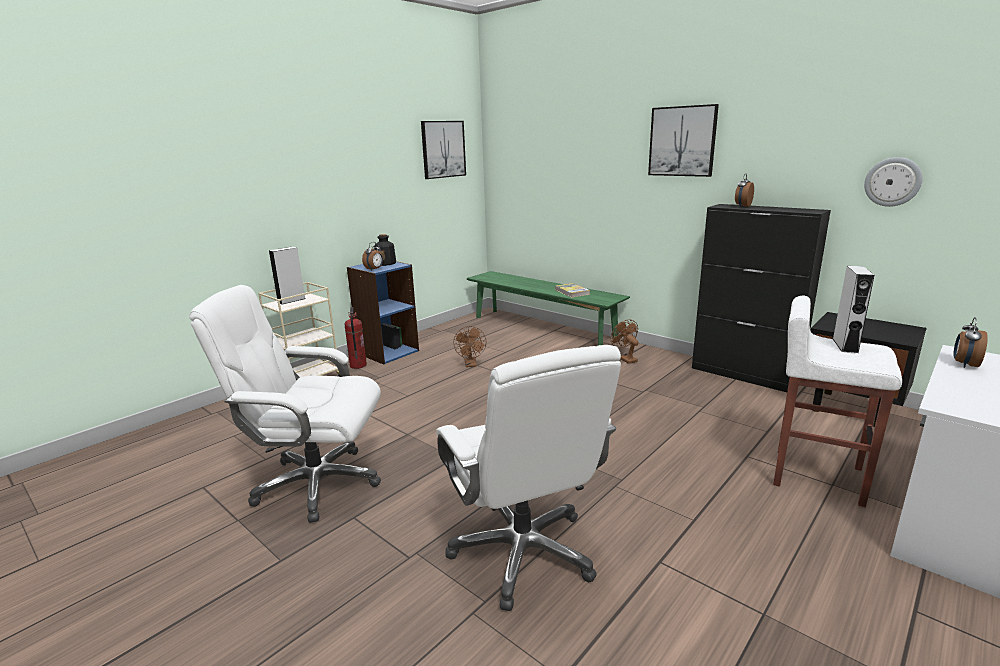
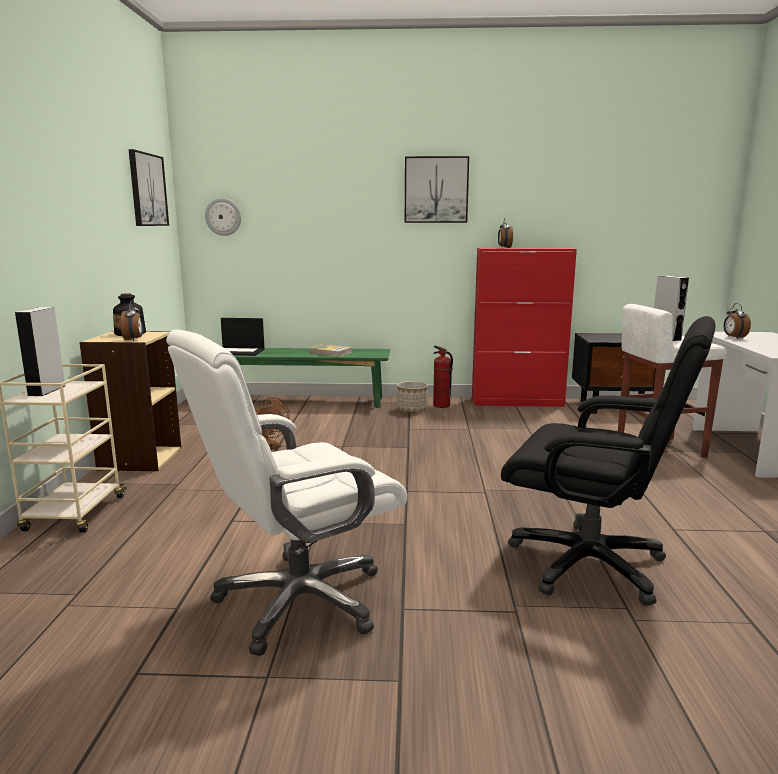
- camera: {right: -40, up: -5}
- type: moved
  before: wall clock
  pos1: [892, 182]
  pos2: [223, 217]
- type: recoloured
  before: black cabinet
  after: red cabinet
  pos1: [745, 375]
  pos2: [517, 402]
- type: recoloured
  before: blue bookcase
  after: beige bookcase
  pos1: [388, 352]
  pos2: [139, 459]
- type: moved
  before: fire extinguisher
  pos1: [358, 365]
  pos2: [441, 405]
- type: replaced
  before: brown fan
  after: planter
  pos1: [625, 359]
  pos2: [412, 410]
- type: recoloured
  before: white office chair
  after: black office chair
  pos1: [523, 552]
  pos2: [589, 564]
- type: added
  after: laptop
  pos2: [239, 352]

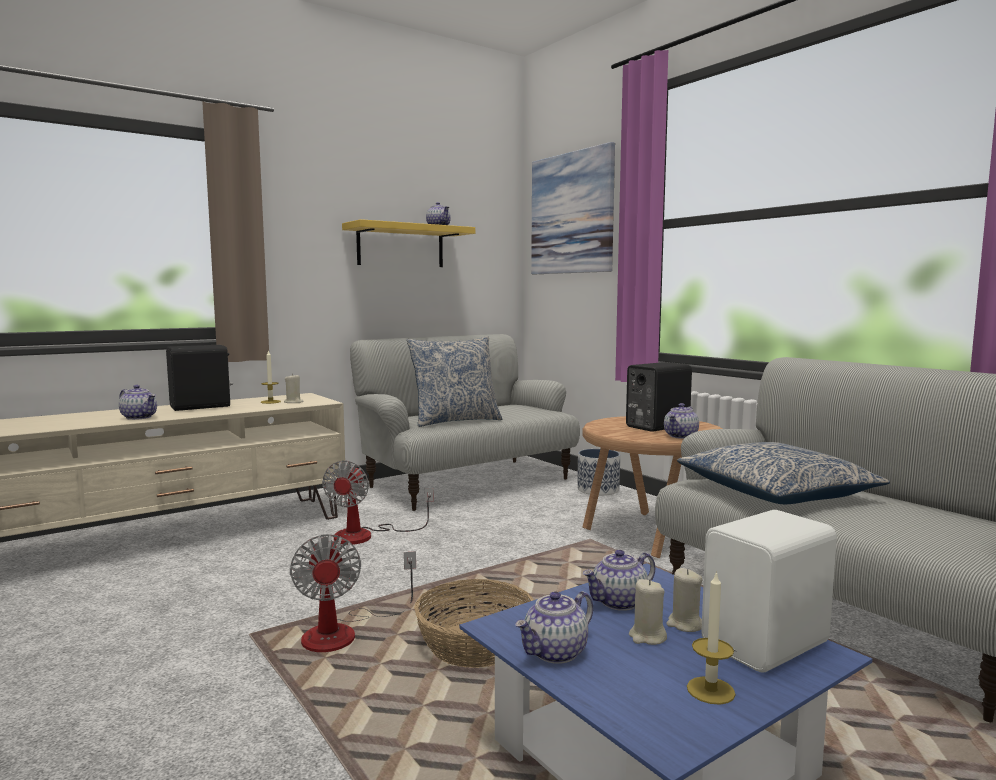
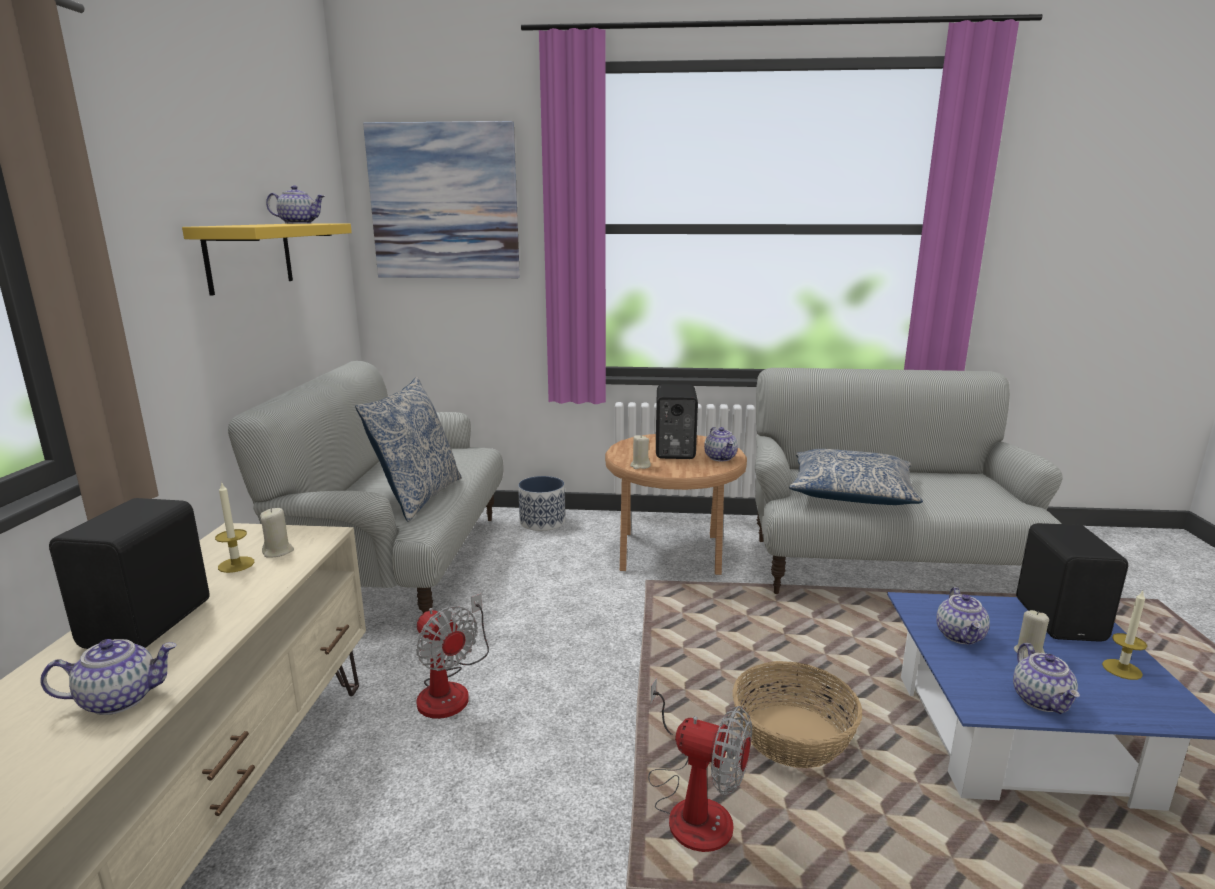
- camera: {right: -50, up: 10}
- type: recoloured
  before: white speaker
  after: black speaker
  pos1: [769, 645]
  pos2: [1061, 619]
- type: moved
  before: beige candle
  pos1: [684, 624]
  pos2: [640, 466]

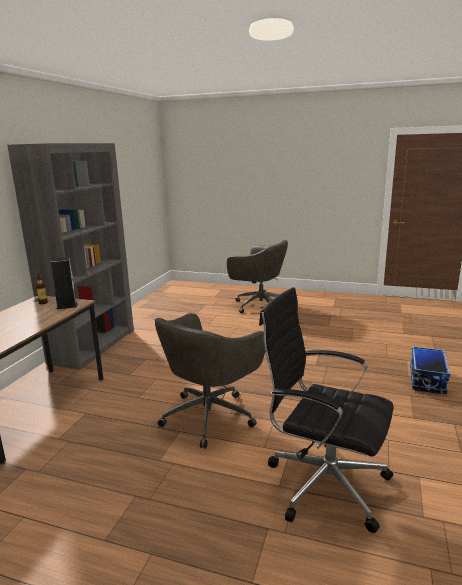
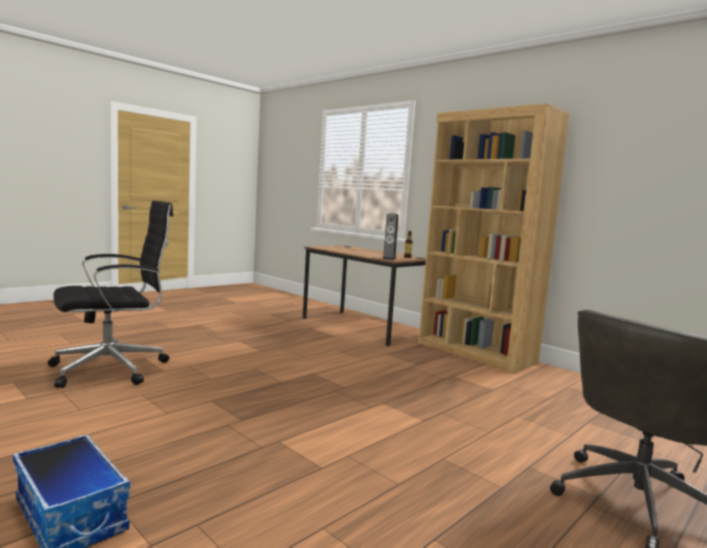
- camera: {right: 115, up: -10}
- type: recoloured
  before: grey bookcase
  after: brown bookcase
  pos1: [93, 346]
  pos2: [475, 353]
- type: removed
  before: grey office chair
  pos1: [210, 415]

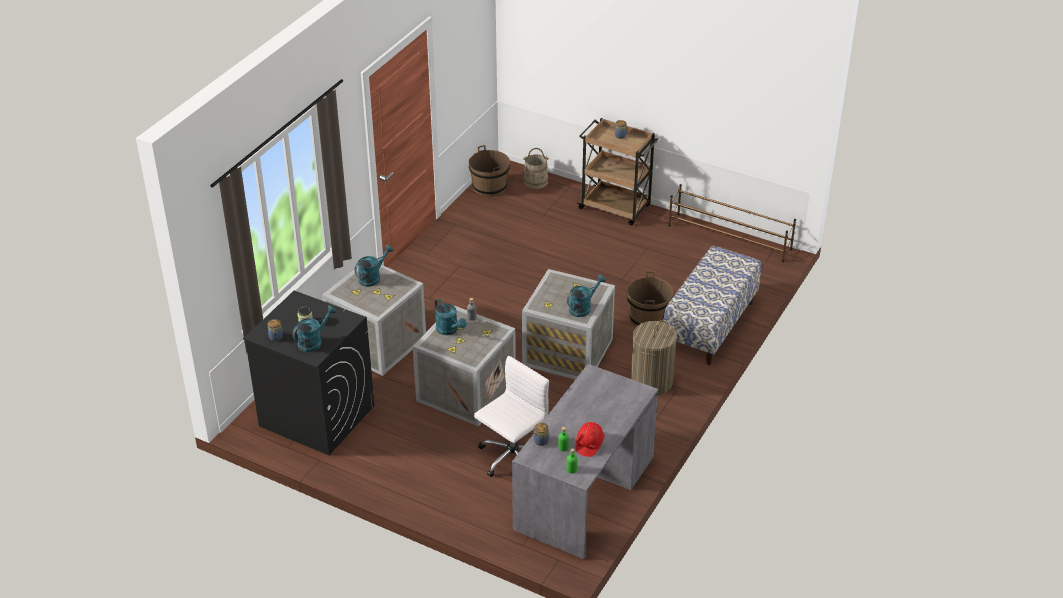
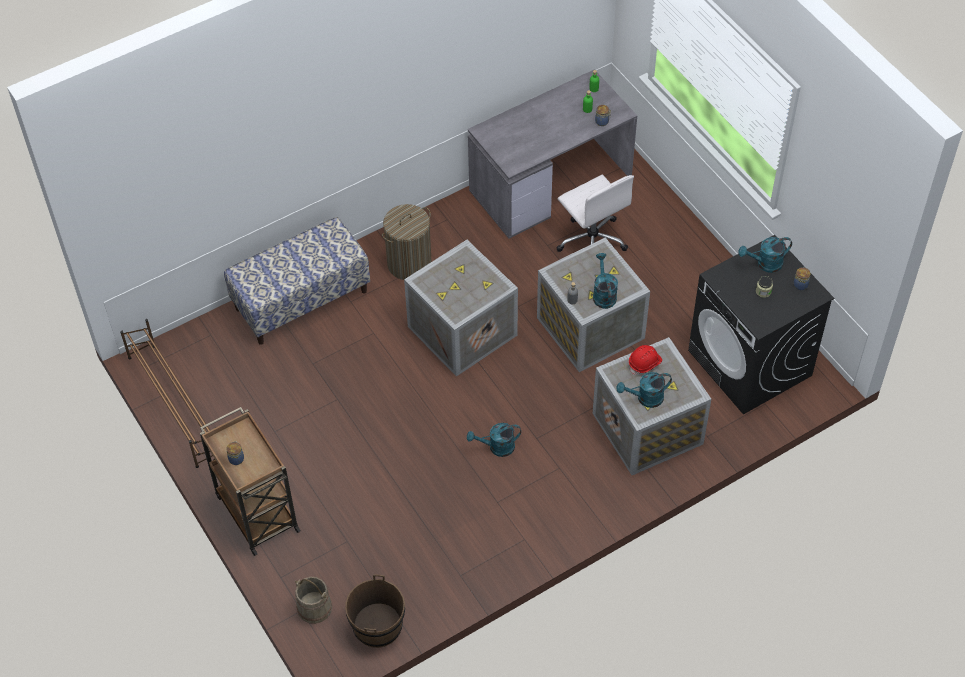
- camera: {right: -150, up: 15}
- type: removed
  before: brown bucket
  pos1: [648, 317]
- type: moved
  before: turquoise watering can
  pos1: [583, 308]
  pos2: [497, 447]
- type: turned
  before: white office chair
  pos1: [511, 458]
  pos2: [591, 240]
  turn: -105
- type: moved
  before: red hard hat
  pos1: [589, 444]
  pos2: [645, 363]

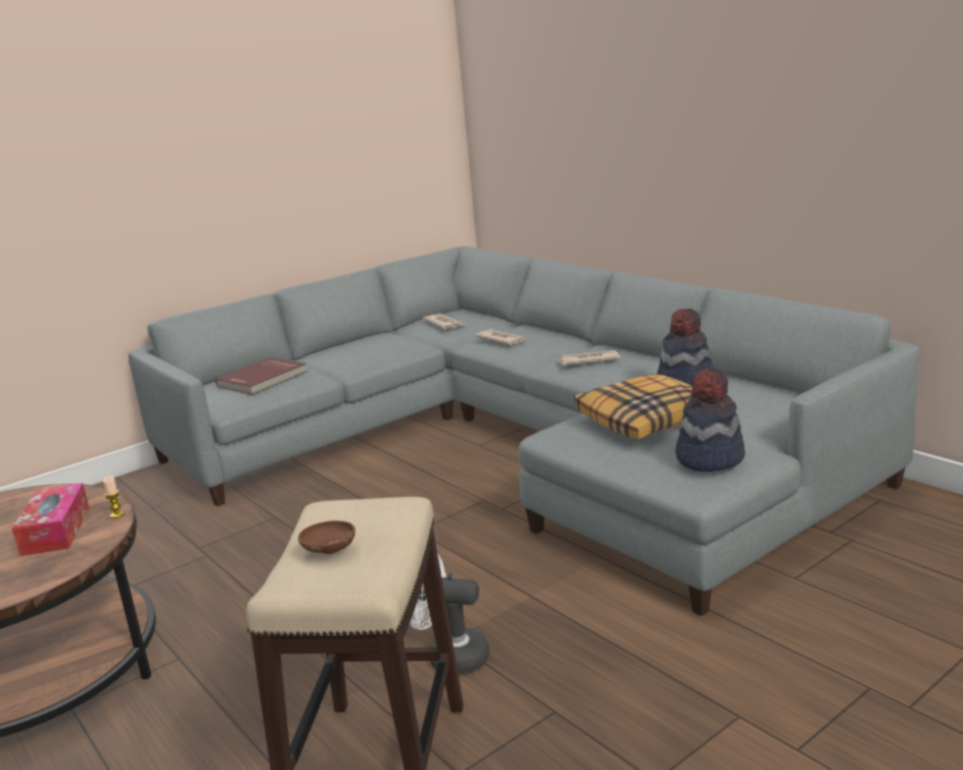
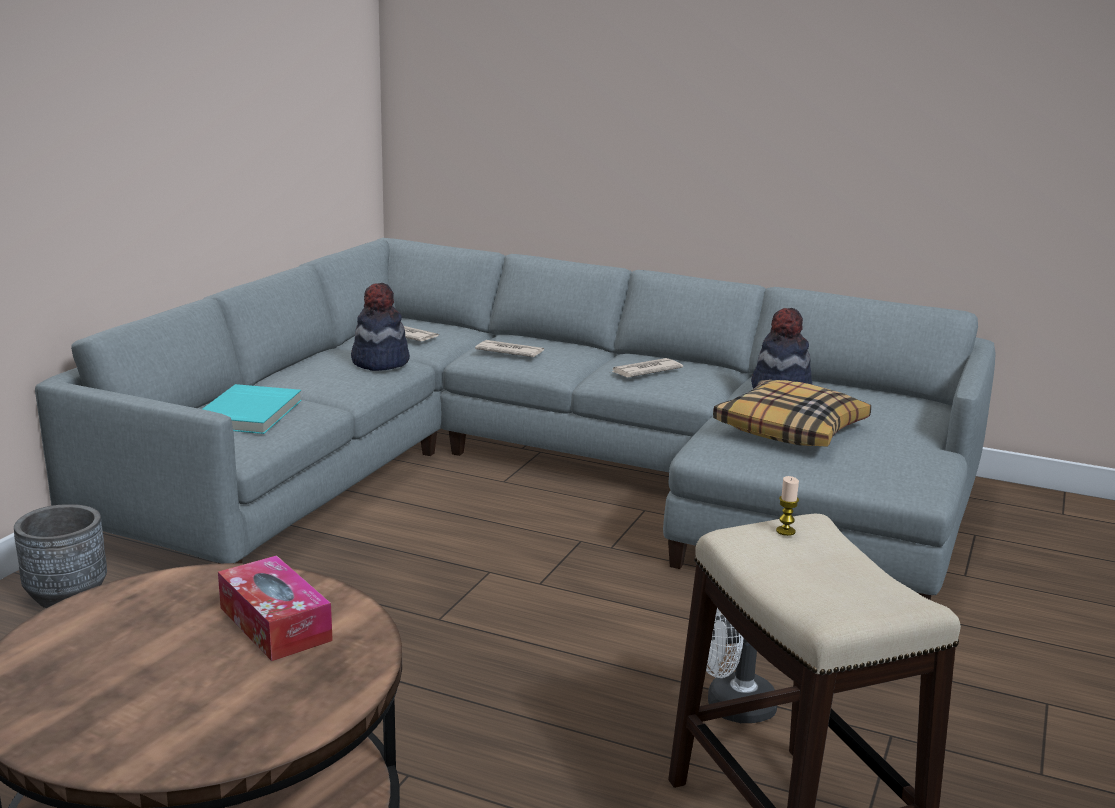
- camera: {right: -30, up: 0}
- type: recoloured
  before: red book
  after: turquoise book
  pos1: [263, 379]
  pos2: [250, 413]
- type: moved
  before: hat
  pos1: [709, 458]
  pos2: [379, 362]
- type: moved
  before: candle
  pos1: [117, 515]
  pos2: [785, 531]
- type: removed
  before: brown bowl
  pos1: [329, 550]
- type: added
  after: grey planter
  pos2: [67, 596]

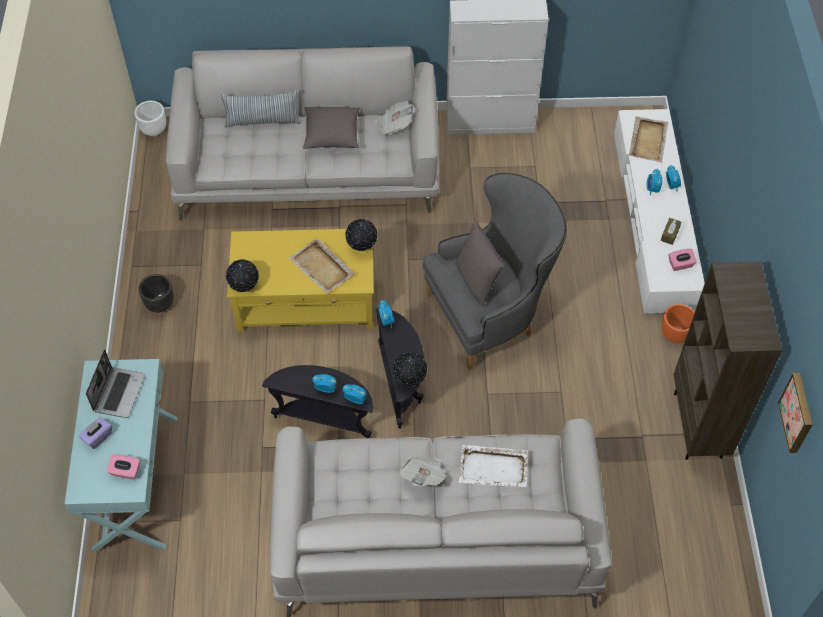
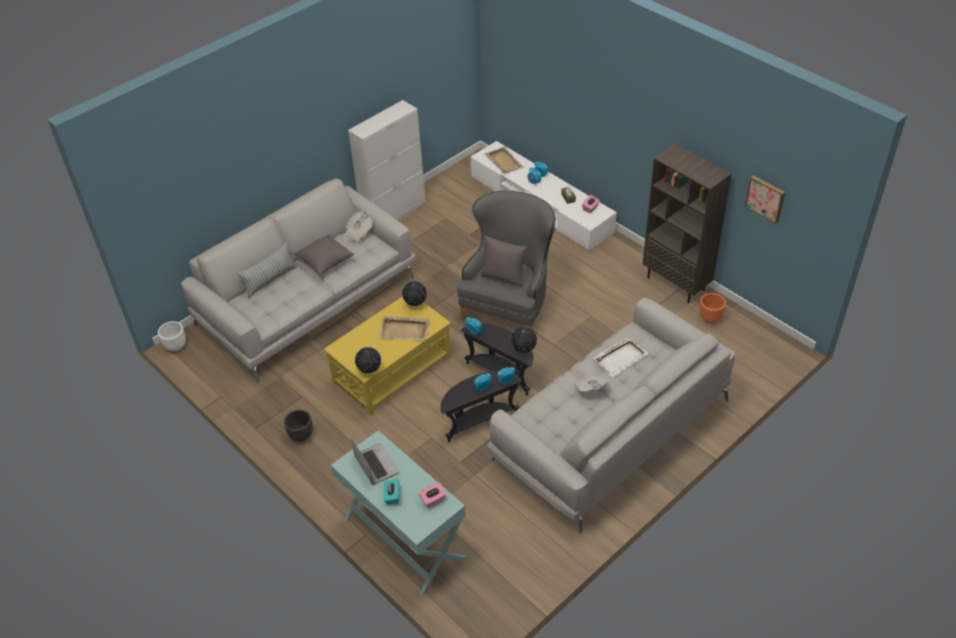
- camera: {right: -40, up: -10}
- type: moved
  before: orange planter
  pos1: [675, 335]
  pos2: [710, 318]
- type: recoloured
  before: purple tissue box
  after: turquoise tissue box
  pos1: [97, 437]
  pos2: [392, 496]

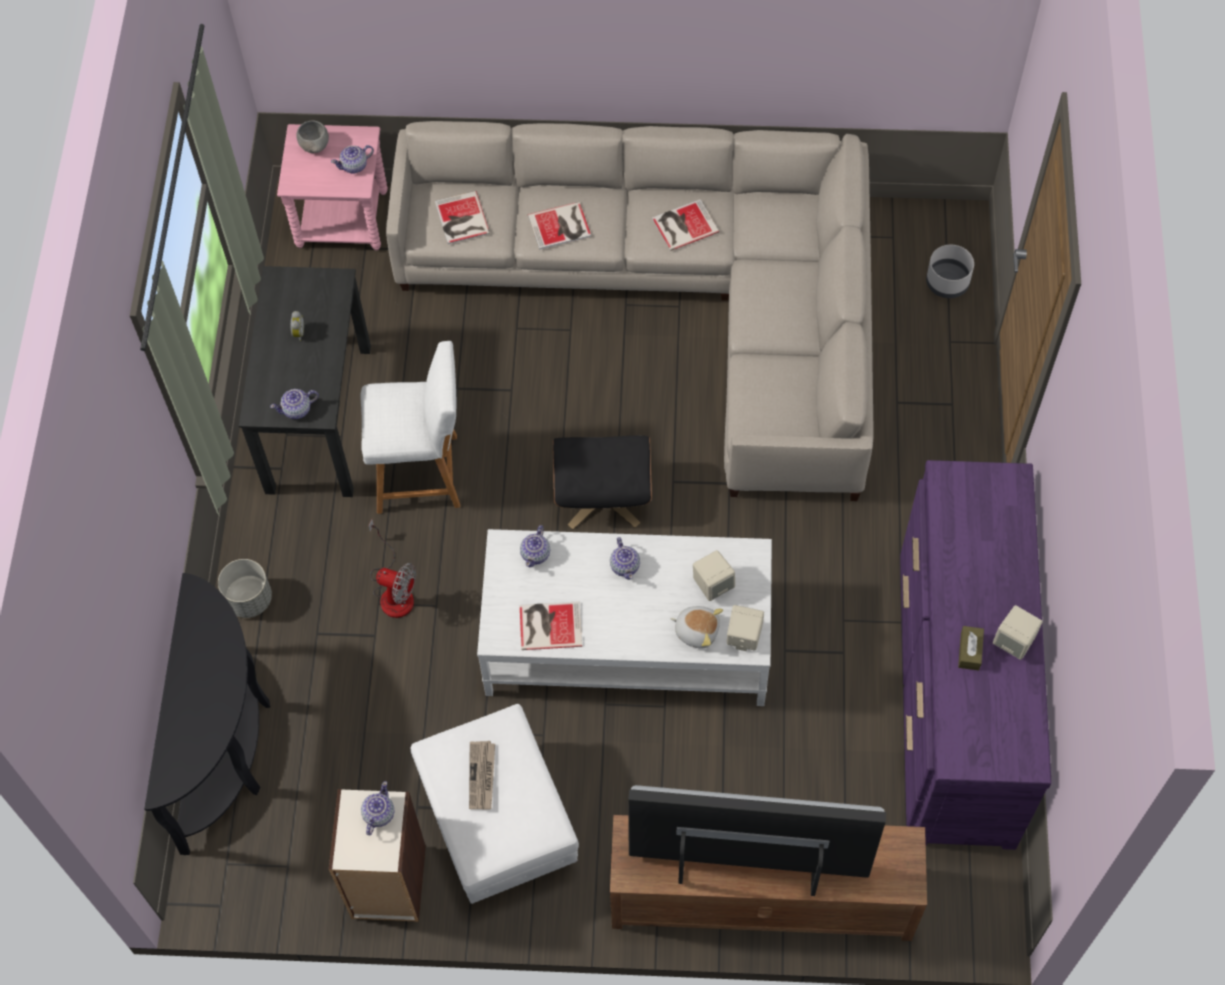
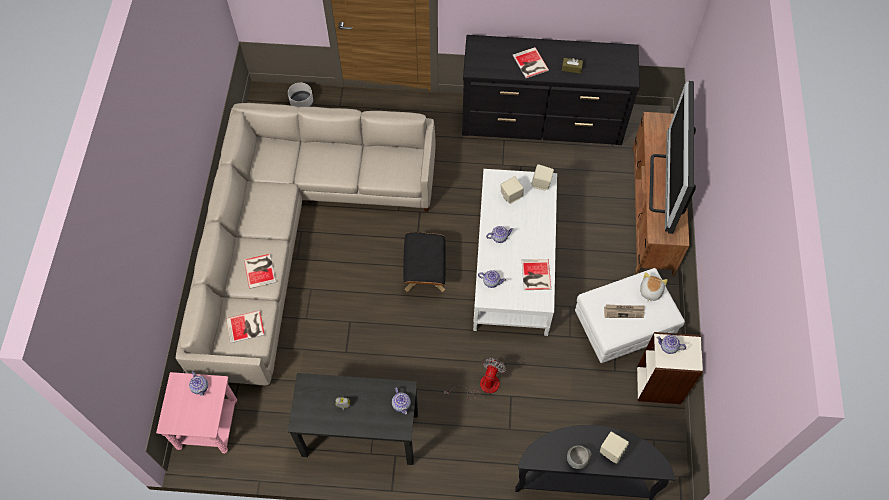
- camera: {right: -90, up: 0}
- type: moved
  before: grey bowl
  pos1: [315, 147]
  pos2: [577, 460]
- type: moved
  before: book
  pos1: [683, 225]
  pos2: [530, 64]
- type: removed
  before: white stool
  pos1: [423, 473]
- type: recoloured
  before: purple dresser
  after: black dresser
  pos1: [956, 693]
  pos2: [542, 121]
- type: removed
  before: grey planter
  pos1: [249, 599]
- type: moved
  before: beige speaker
  pos1: [1014, 642]
  pos2: [611, 451]
- type: moved
  before: plush toy
  pos1: [697, 630]
  pos2: [650, 291]

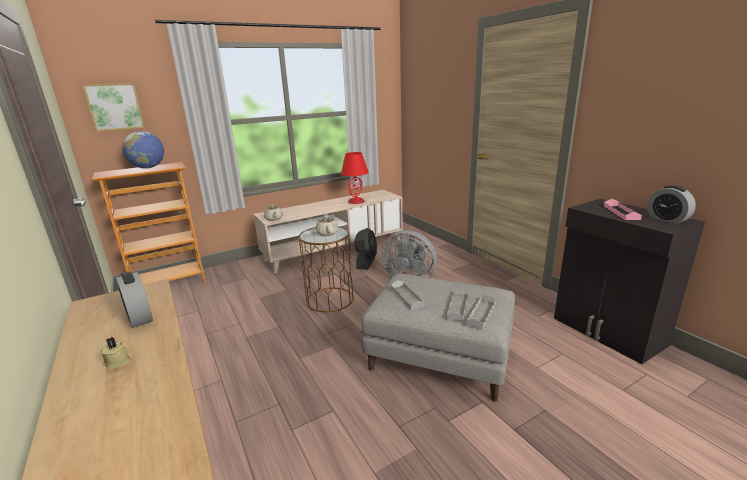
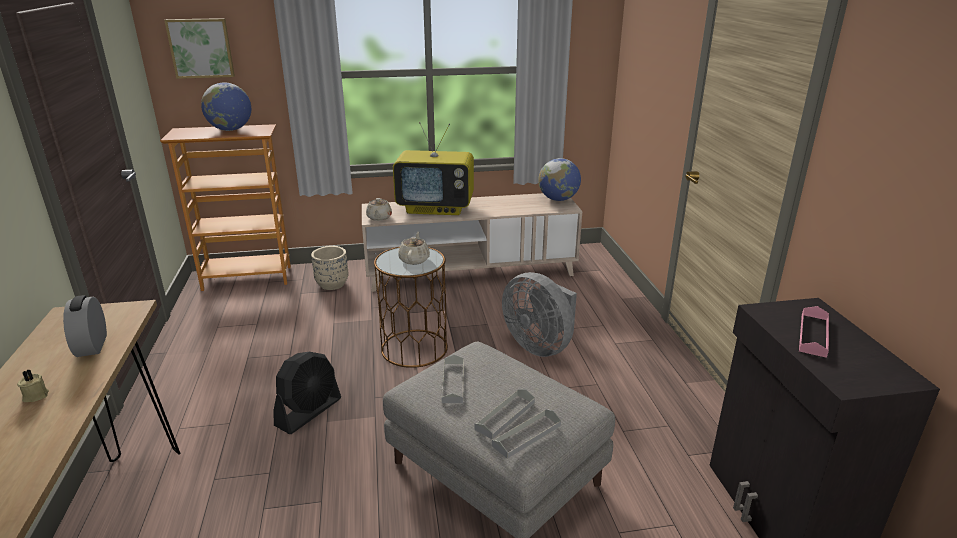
- camera: {right: 20, up: 5}
- type: removed
  before: red table lamp
  pos1: [356, 201]
- type: removed
  before: alarm clock
  pos1: [667, 219]
- type: moved
  before: black fan
  pos1: [366, 262]
  pos2: [309, 412]
- type: added
  after: television
  pos2: [436, 208]
- type: added
  after: globe
  pos2: [558, 199]
- type: added
  after: beige planter
  pos2: [332, 284]

